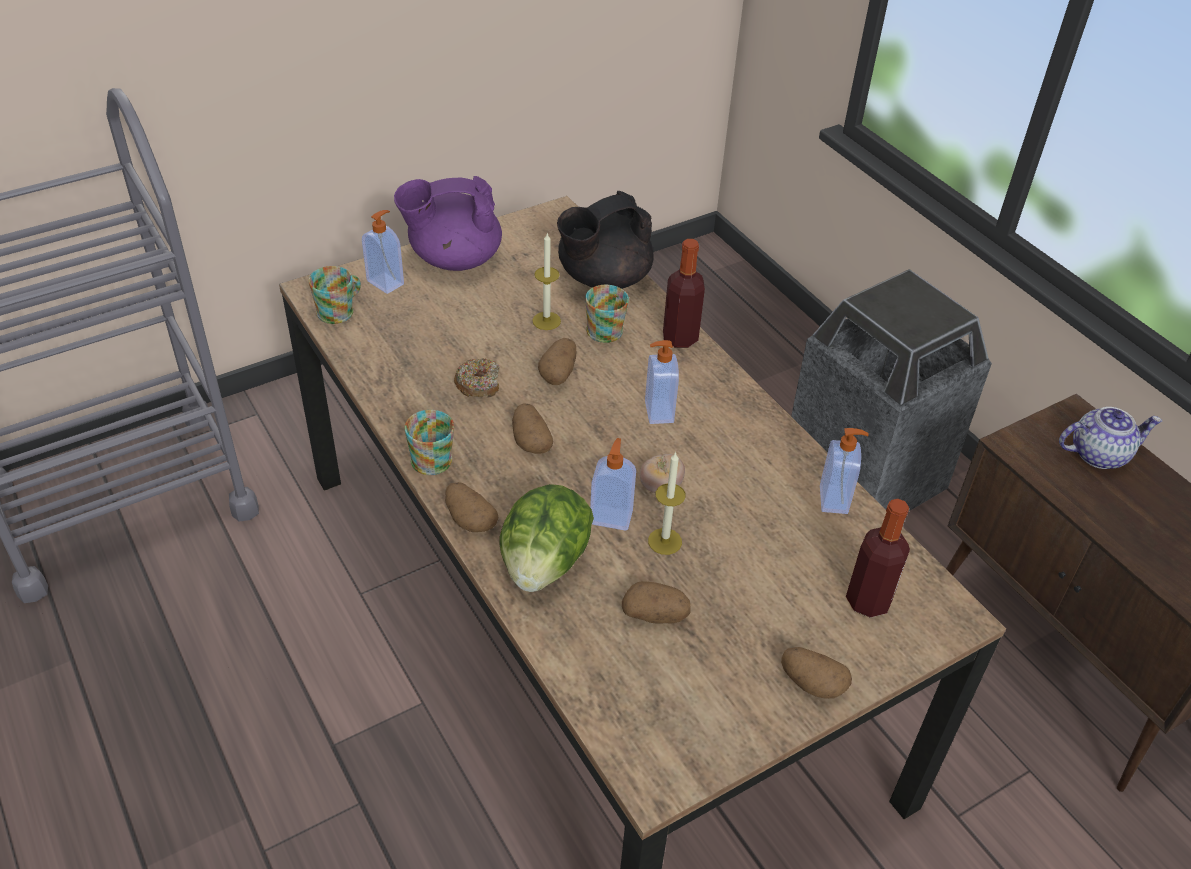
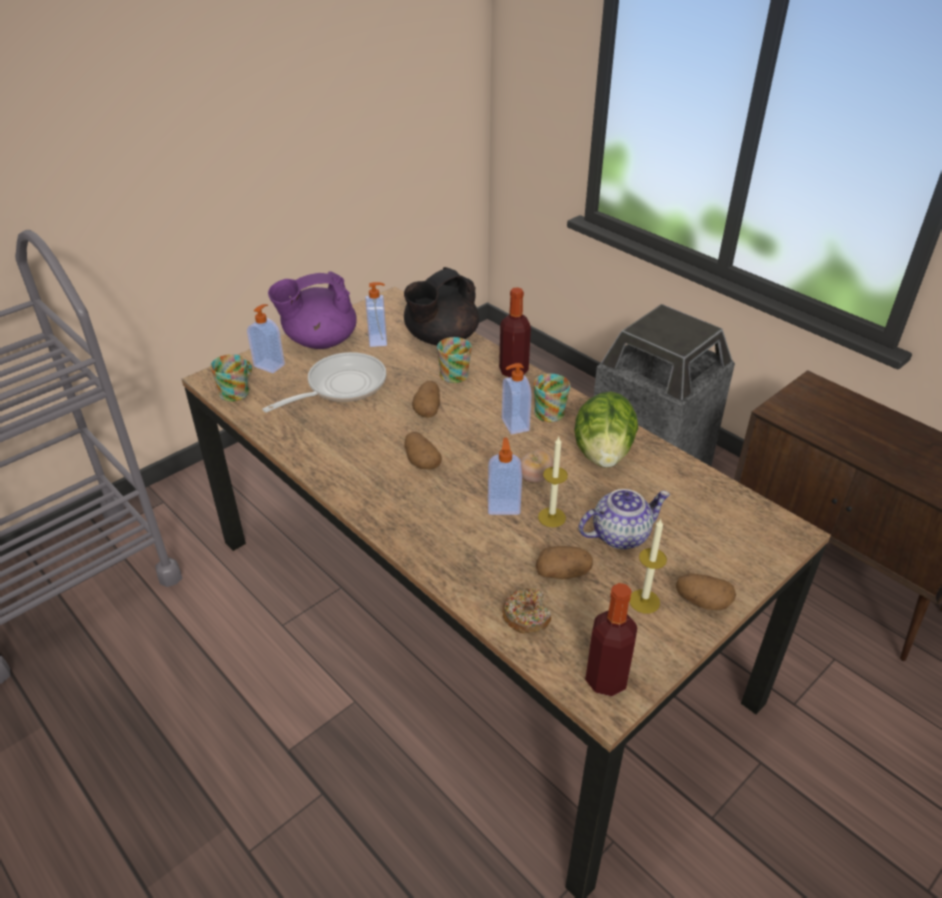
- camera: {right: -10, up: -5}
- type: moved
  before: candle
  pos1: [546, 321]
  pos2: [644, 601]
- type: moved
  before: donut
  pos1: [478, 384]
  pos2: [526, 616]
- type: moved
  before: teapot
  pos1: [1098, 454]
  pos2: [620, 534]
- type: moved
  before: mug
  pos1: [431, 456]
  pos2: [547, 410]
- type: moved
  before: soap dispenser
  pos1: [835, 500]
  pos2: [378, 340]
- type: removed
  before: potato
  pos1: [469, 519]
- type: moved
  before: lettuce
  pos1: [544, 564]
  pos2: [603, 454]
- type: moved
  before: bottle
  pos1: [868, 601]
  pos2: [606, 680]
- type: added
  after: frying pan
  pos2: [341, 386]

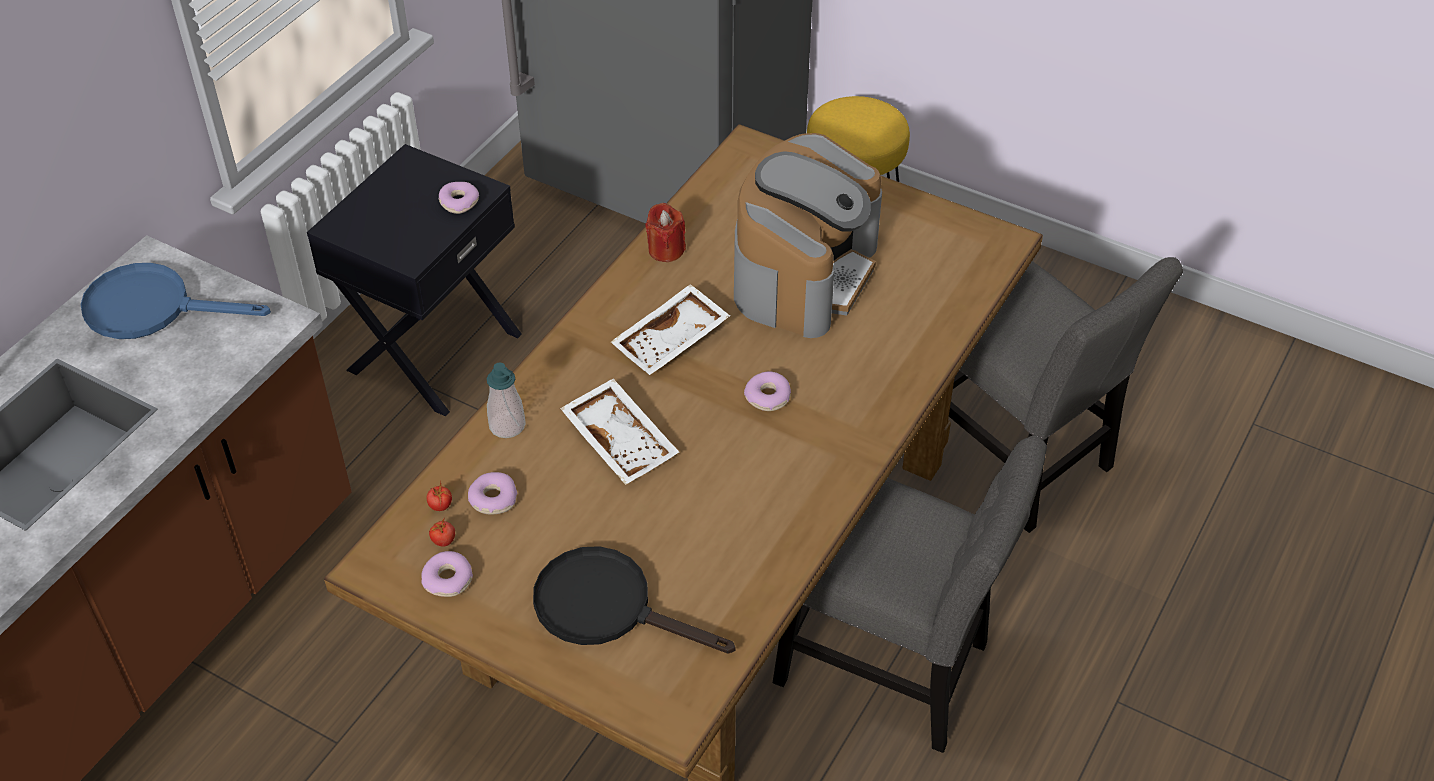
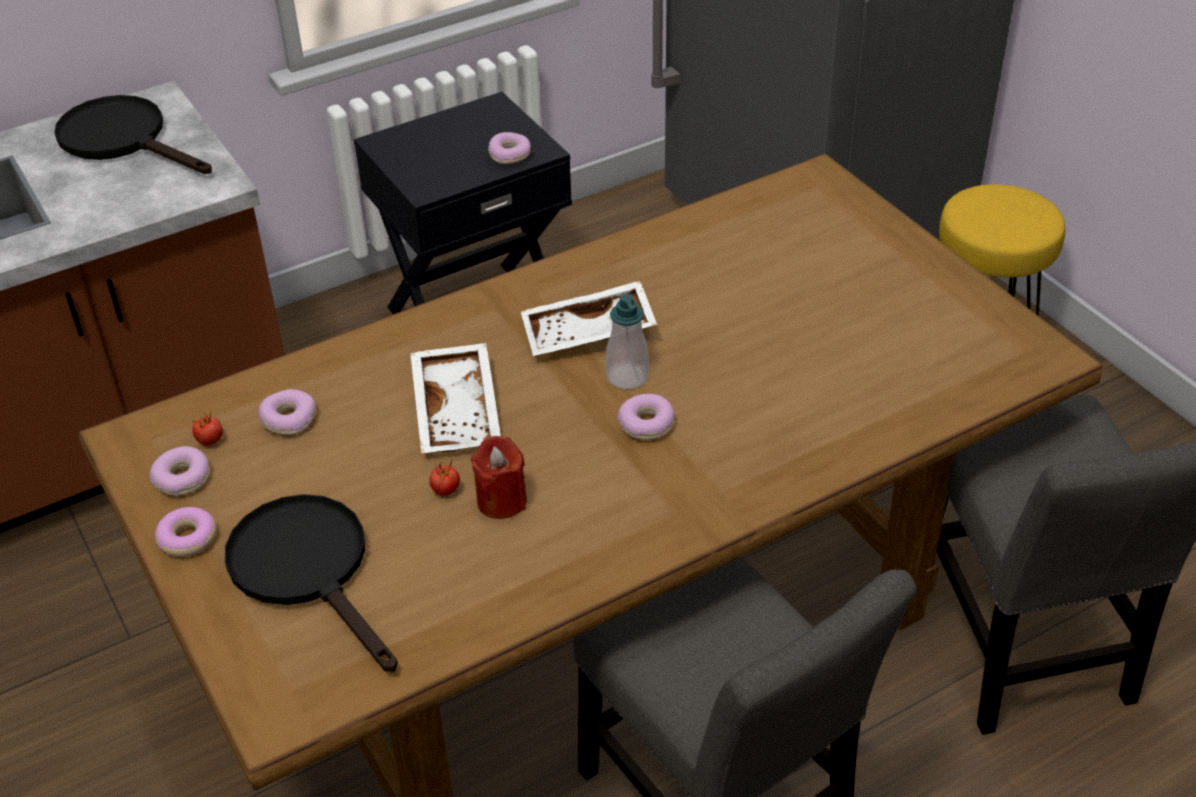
- camera: {right: 30, up: -5}
- type: removed
  before: coffee machine
  pos1: [803, 273]
- type: moved
  before: red candle
  pos1: [666, 250]
  pos2: [501, 501]
- type: recoloured
  before: blue frying pan
  after: black frying pan
  pos1: [153, 308]
  pos2: [124, 139]
- type: moved
  before: soap dispenser
  pos1: [507, 426]
  pos2: [627, 376]
- type: moved
  before: tomato
  pos1: [440, 506]
  pos2: [446, 490]
- type: added
  after: donut
  pos2: [188, 538]

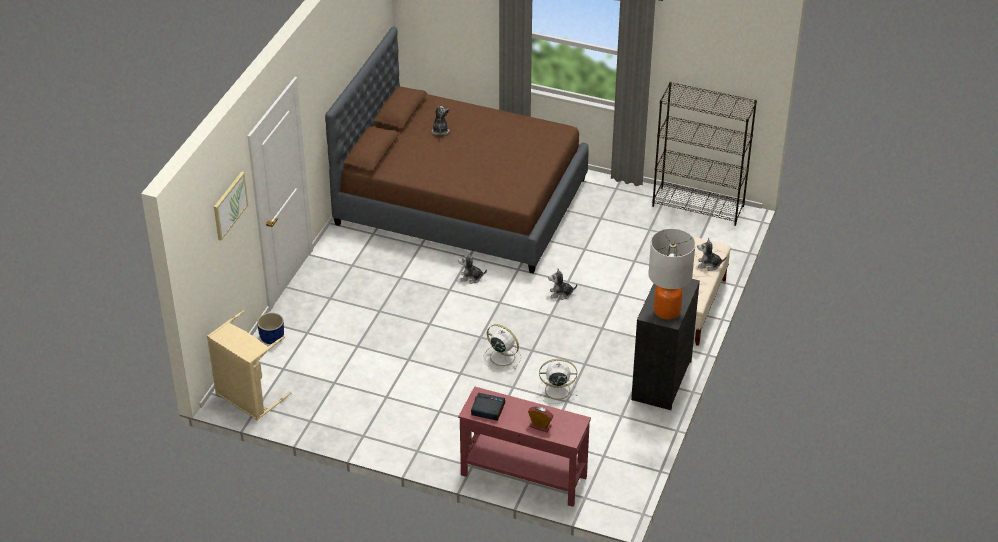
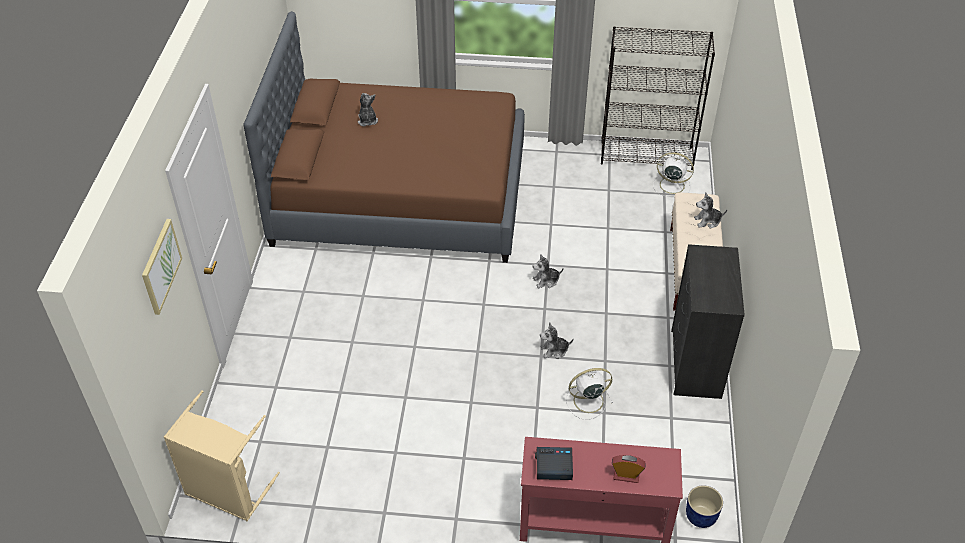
- camera: {right: -15, up: 5}
- type: removed
  before: table lamp
  pos1: [667, 311]
- type: moved
  before: plush toy
  pos1: [471, 277]
  pos2: [554, 350]
- type: moved
  before: blue planter
  pos1: [272, 338]
  pos2: [701, 516]
- type: moved
  before: white fan
  pos1: [501, 357]
  pos2: [670, 185]

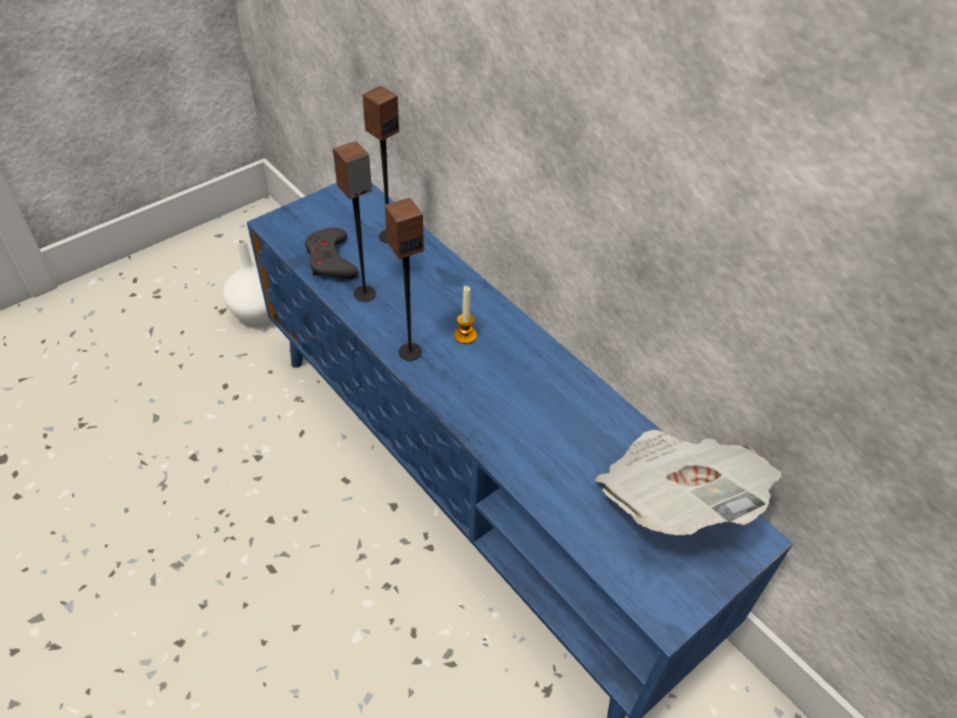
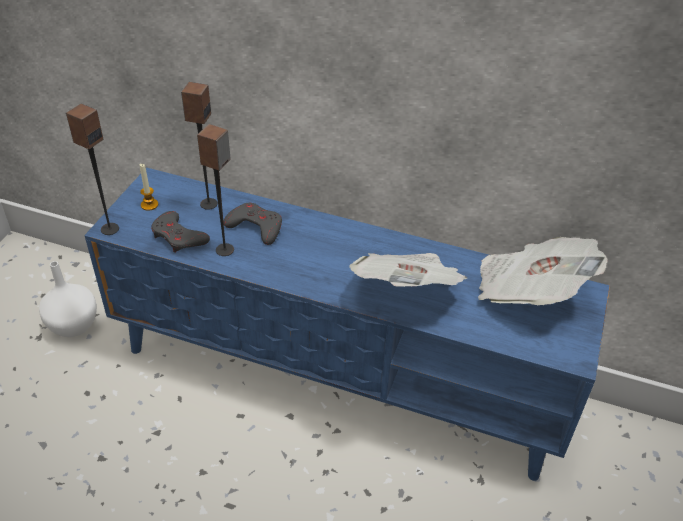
- camera: {right: -30, up: -5}
- type: moved
  before: speaker
  pos1: [410, 351]
  pos2: [109, 229]
- type: moved
  before: candle
  pos1: [465, 335]
  pos2: [149, 205]
- type: added
  after: grey game controller
  pos2: [255, 227]
- type: added
  after: newspaper
  pos2: [407, 290]

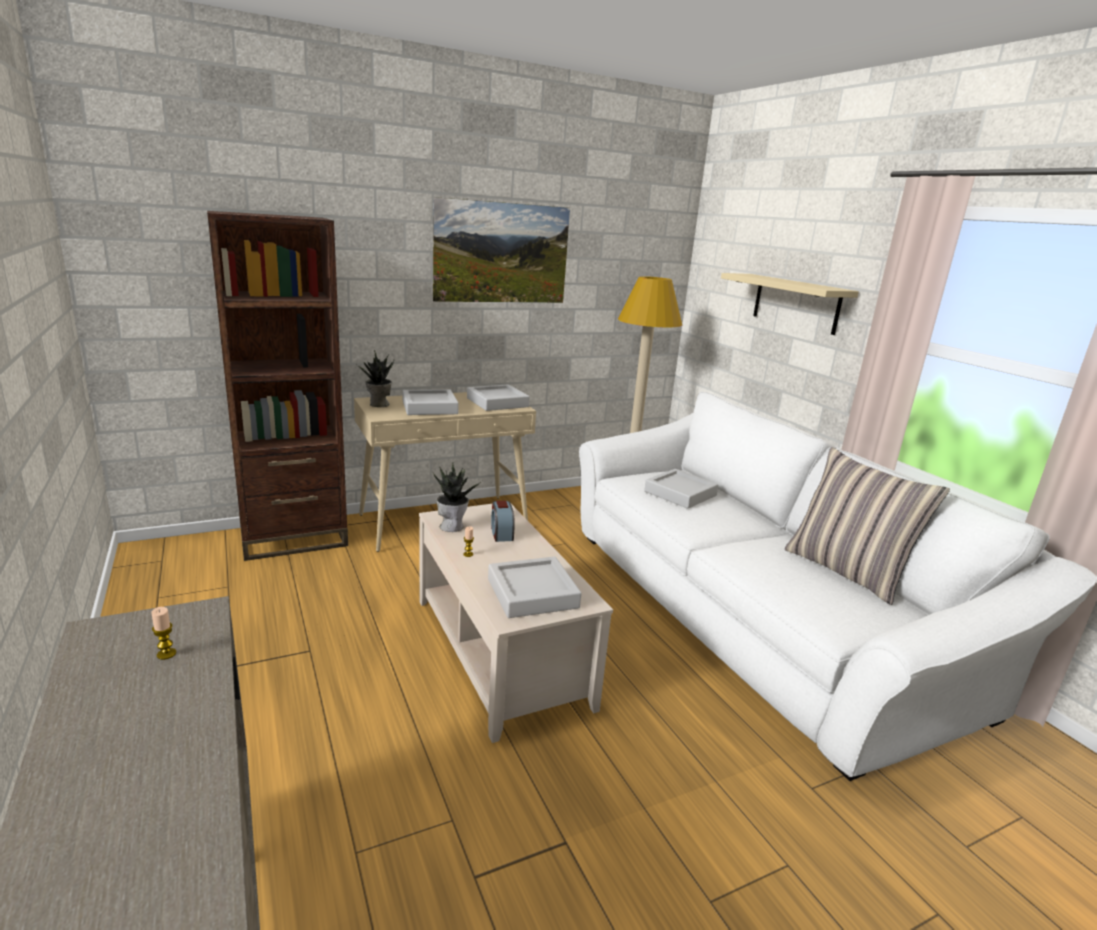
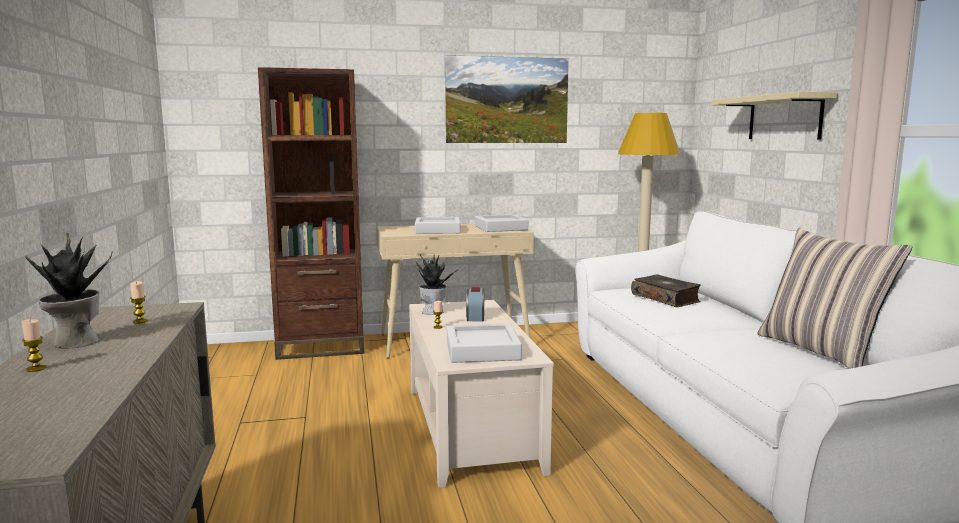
- camera: {right: 15, up: -10}
- type: moved
  before: potted plant
  pos1: [378, 404]
  pos2: [74, 342]
- type: replaced
  before: grey tray
  after: book
  pos1: [680, 493]
  pos2: [666, 298]
- type: added
  after: candle
  pos2: [36, 369]

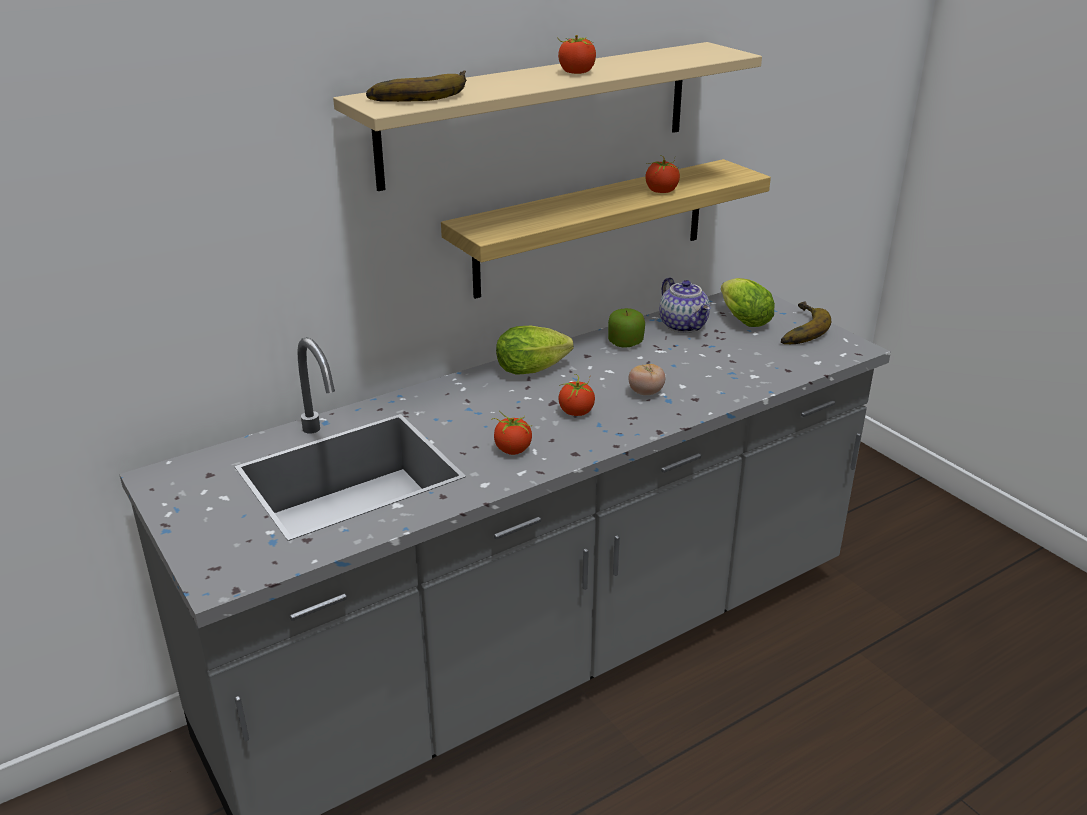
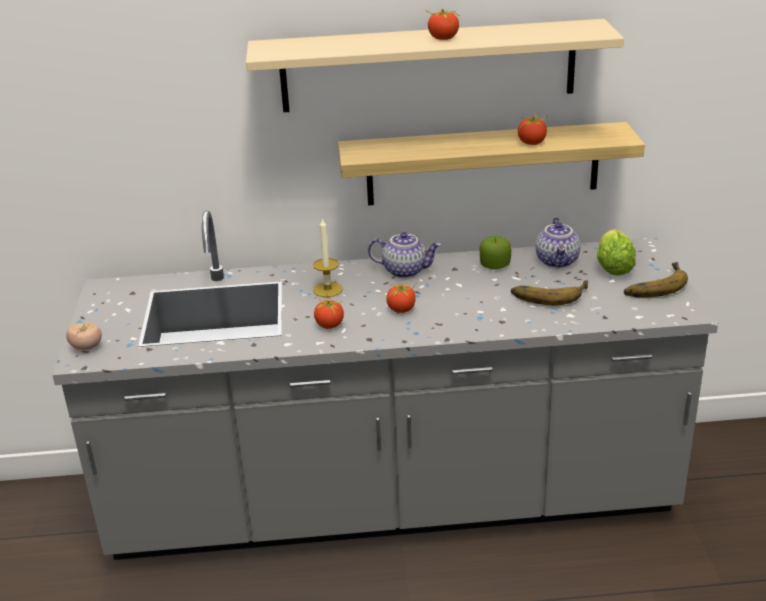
- camera: {right: 30, up: 0}
- type: moved
  before: banana
  pos1: [418, 94]
  pos2: [548, 294]
- type: replaced
  before: lettuce
  after: teapot
  pos1: [535, 369]
  pos2: [405, 270]
- type: moved
  before: tomato
  pos1: [646, 393]
  pos2: [86, 348]
- type: added
  after: candle
  pos2: [327, 289]

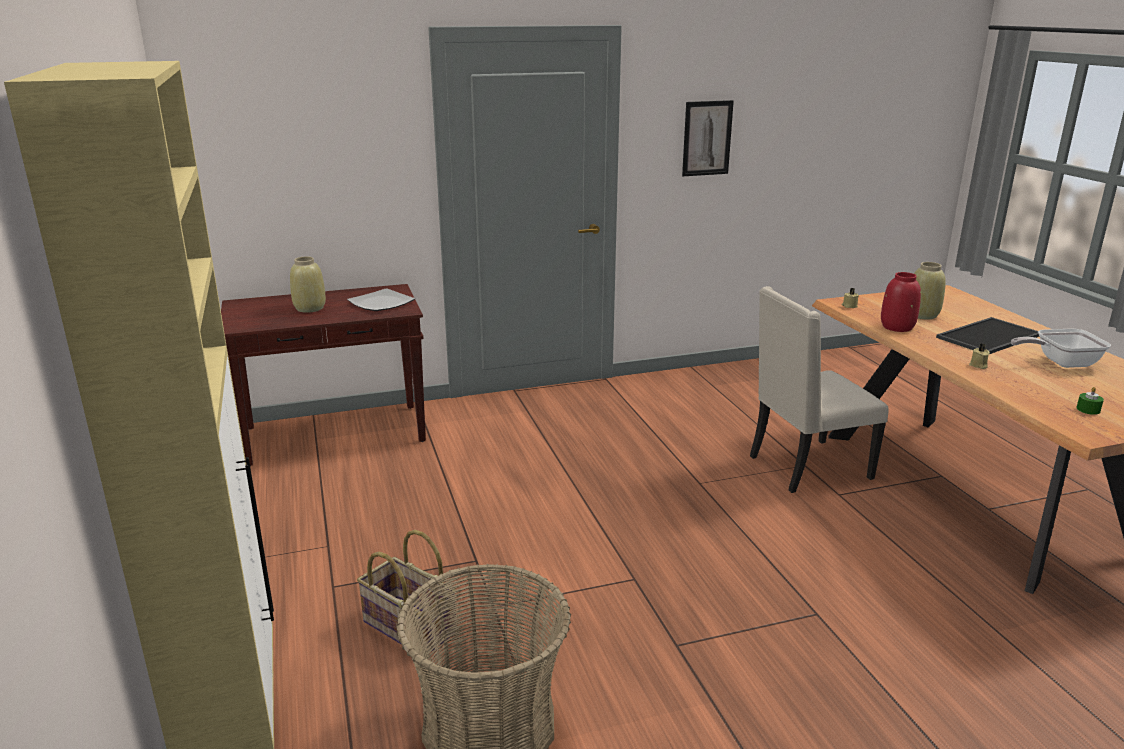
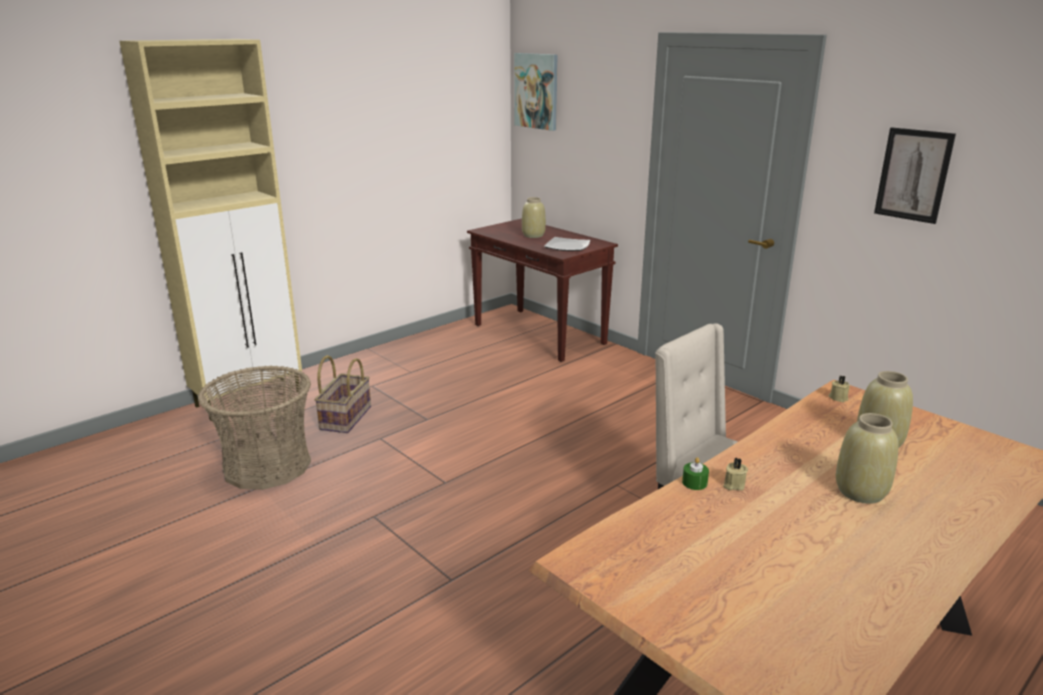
- camera: {right: 65, up: 0}
- type: removed
  before: red vase
  pos1: [897, 327]
- type: replaced
  before: tray
  after: beige vase
  pos1: [990, 337]
  pos2: [860, 492]
- type: removed
  before: frying pan
  pos1: [1060, 363]
- type: moved
  before: green candle
  pos1: [1088, 410]
  pos2: [694, 483]
- type: added
  after: picture
  pos2: [536, 91]

